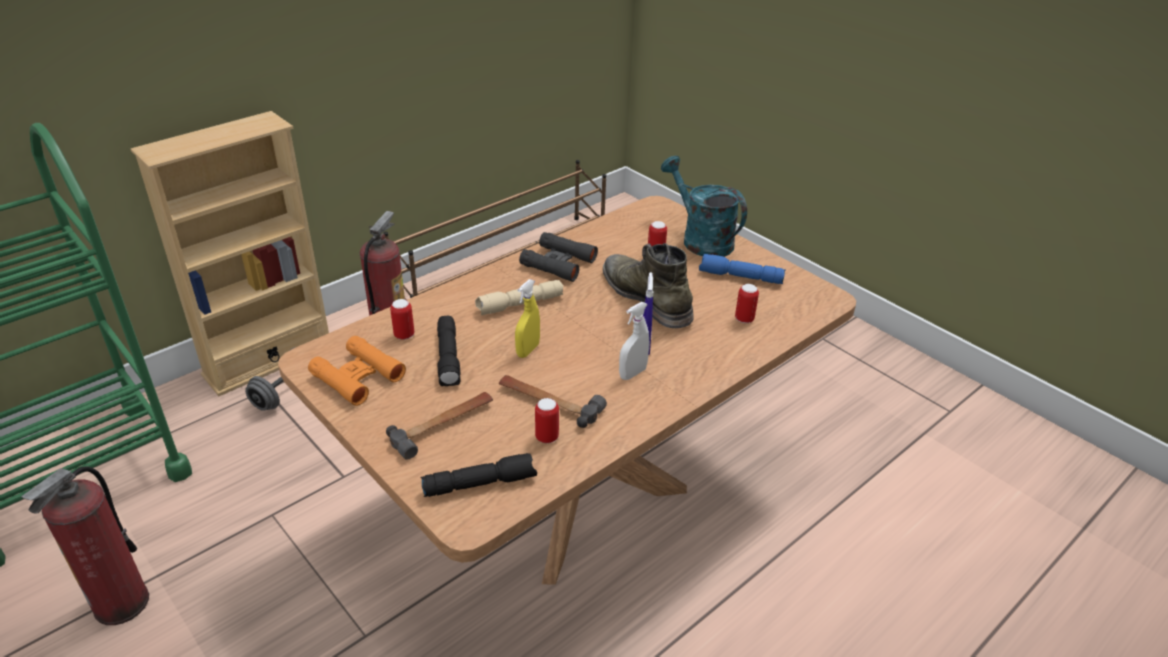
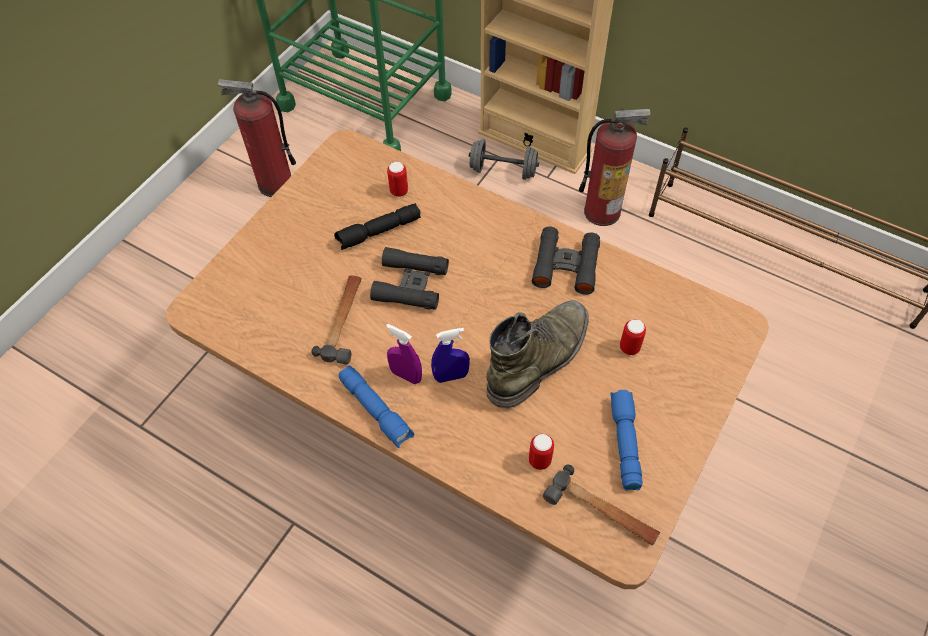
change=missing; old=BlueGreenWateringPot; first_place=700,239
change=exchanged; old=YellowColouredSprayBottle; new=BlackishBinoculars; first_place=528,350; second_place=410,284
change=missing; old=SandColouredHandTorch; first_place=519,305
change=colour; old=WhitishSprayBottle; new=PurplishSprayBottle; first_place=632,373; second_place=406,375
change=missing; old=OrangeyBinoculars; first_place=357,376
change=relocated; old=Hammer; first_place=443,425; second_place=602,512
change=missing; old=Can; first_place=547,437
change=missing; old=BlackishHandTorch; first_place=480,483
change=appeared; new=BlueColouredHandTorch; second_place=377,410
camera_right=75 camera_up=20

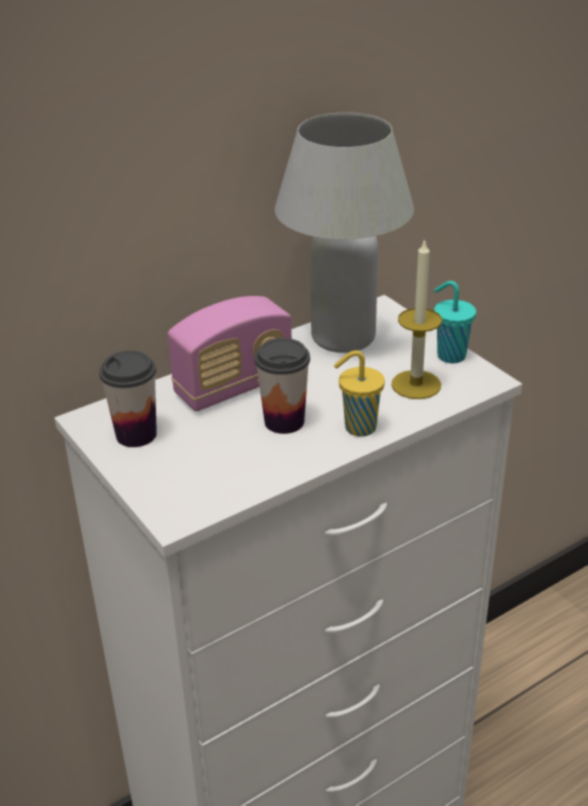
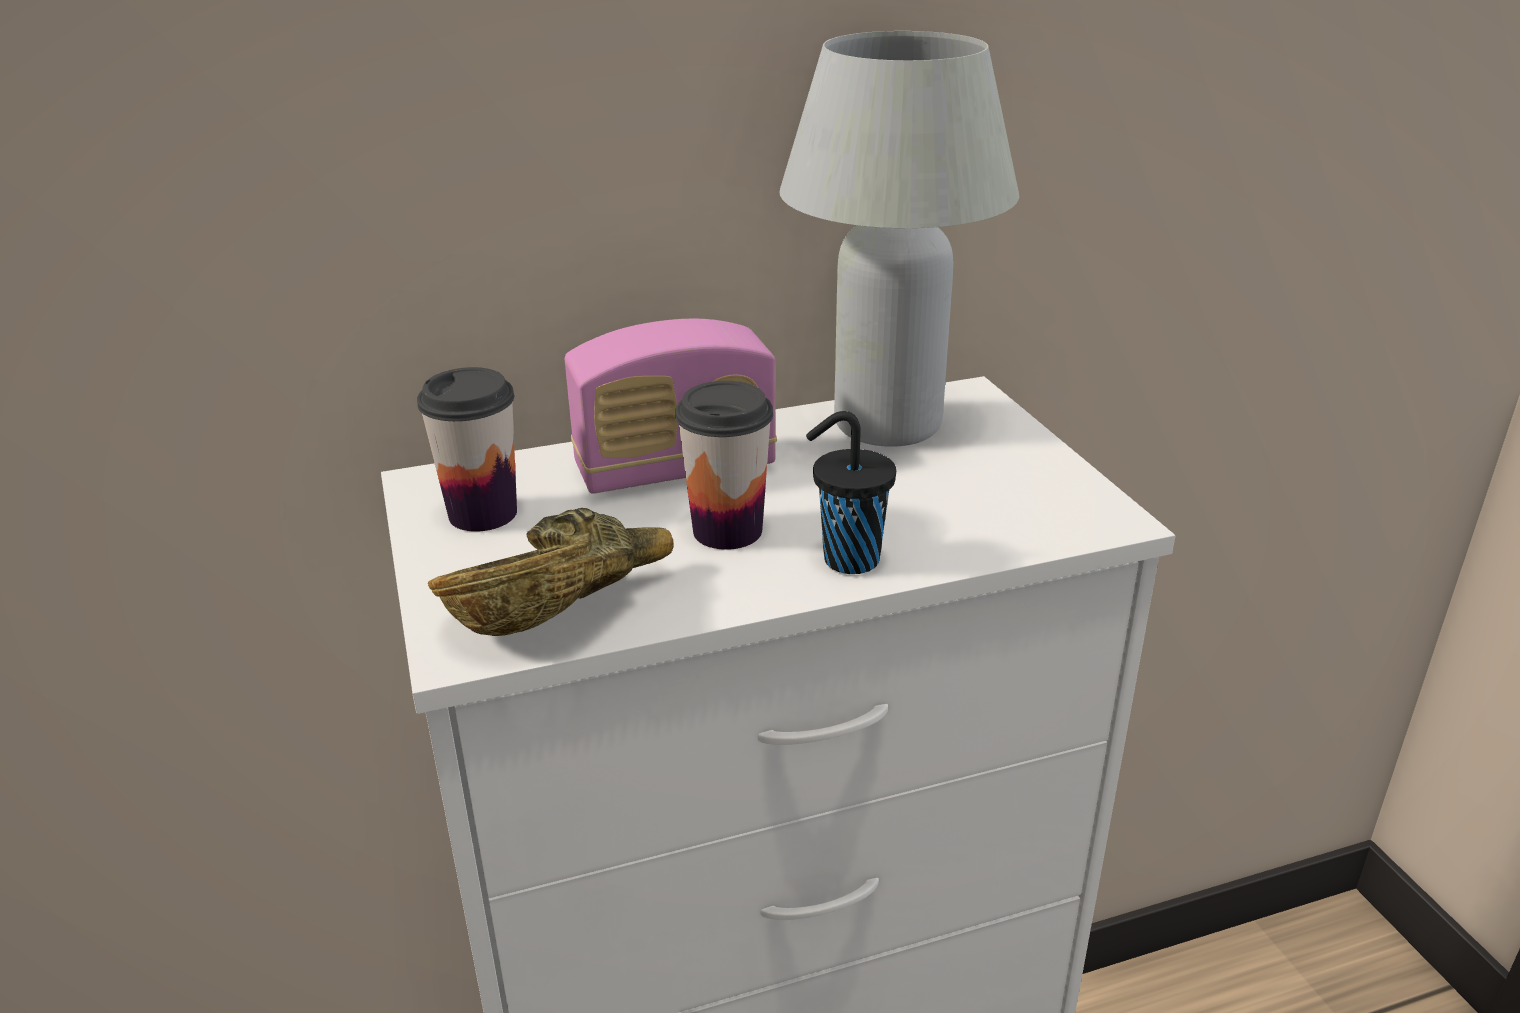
change=missing; old=WaxCandle; first_place=416,384
change=missing; old=BlueGreenCup; first_place=449,355
change=colour; old=YellowColouredCup; new=BlackishCup; first_place=358,428; second_place=847,559
change=appeared; new=BrownColouredDeepDish; second_place=561,606
camera_right=15 camera_up=-5

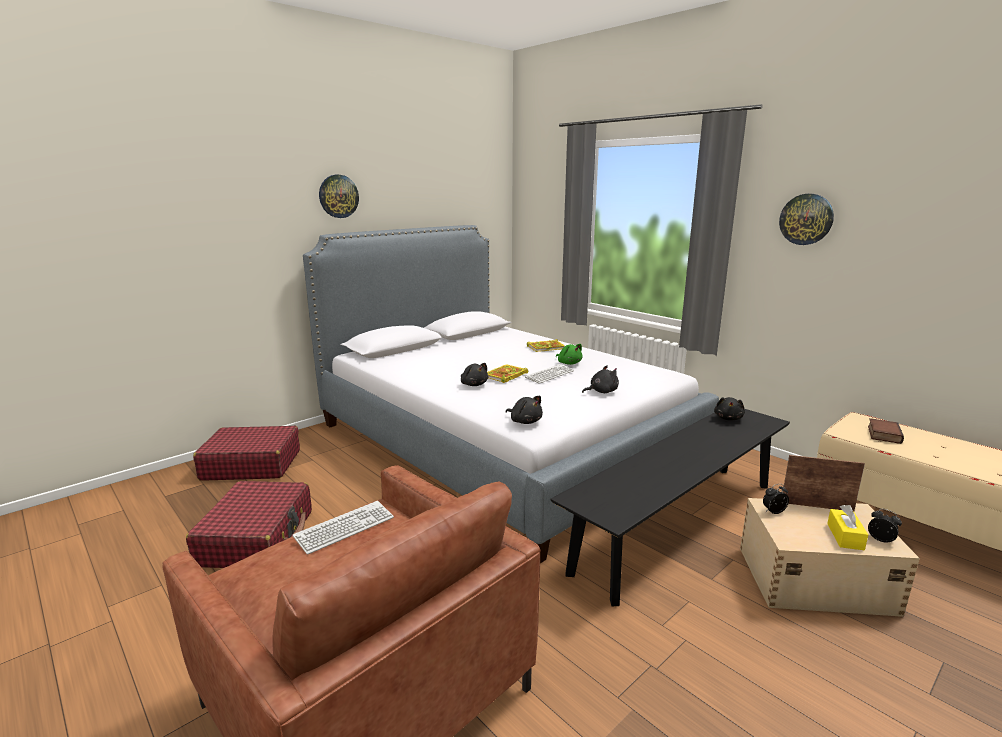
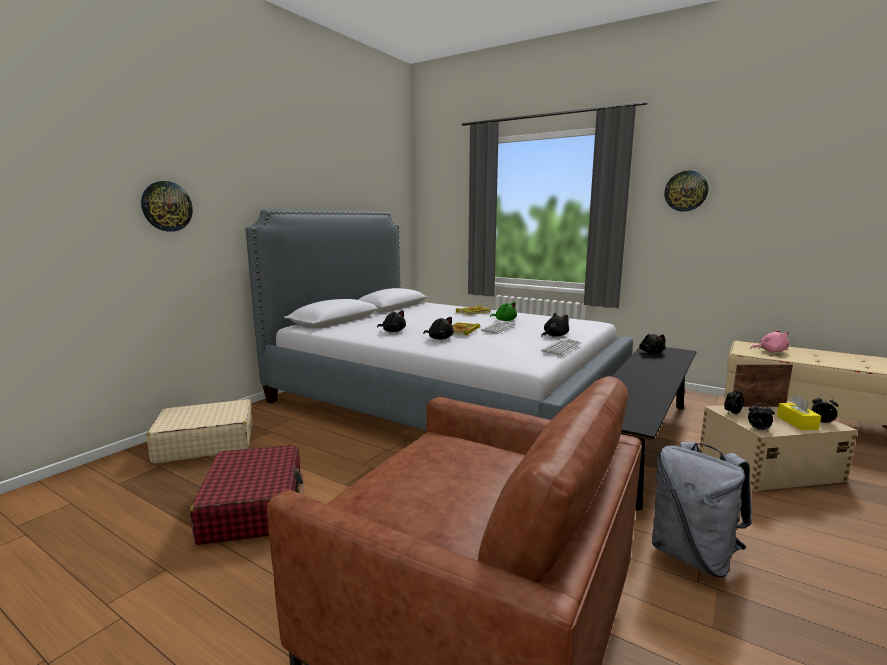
change=relocated; old=HangingClock; first_place=338,196; second_place=166,206
change=relocated; old=BlackishSoftToy; first_place=525,421; second_place=393,331
change=exchanged; old=Book; new=PinkishSoftToy; first_place=882,434; second_place=770,351
change=colour; old=ReddishPieceOfLuggage; new=SandColouredPieceOfLuggage; first_place=251,465; second_place=205,443
change=relocated; old=Keyboard; first_place=345,528; second_place=561,347
change=appeared; new=BedsideClock; second_place=758,430
change=appeared; new=GreyishKnapsack; second_place=693,556
camera_right=-15 camera_up=-5

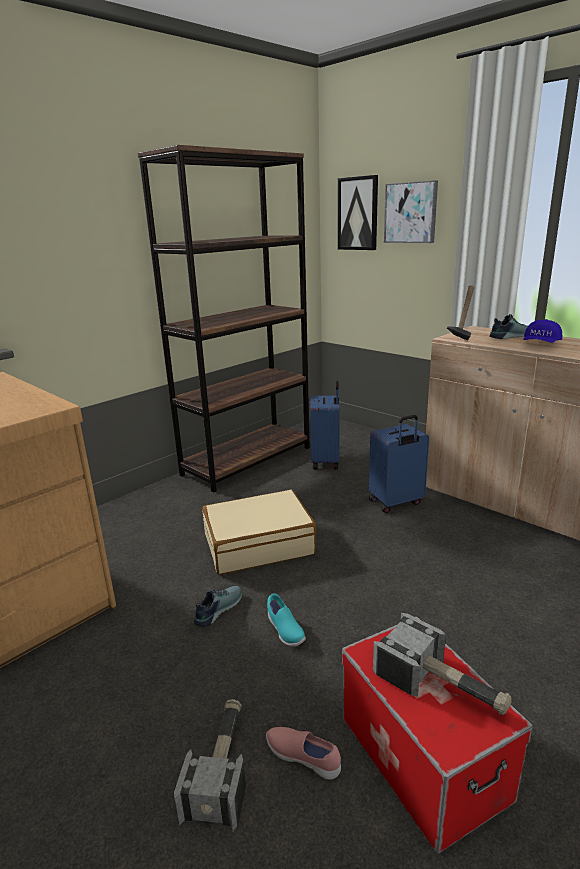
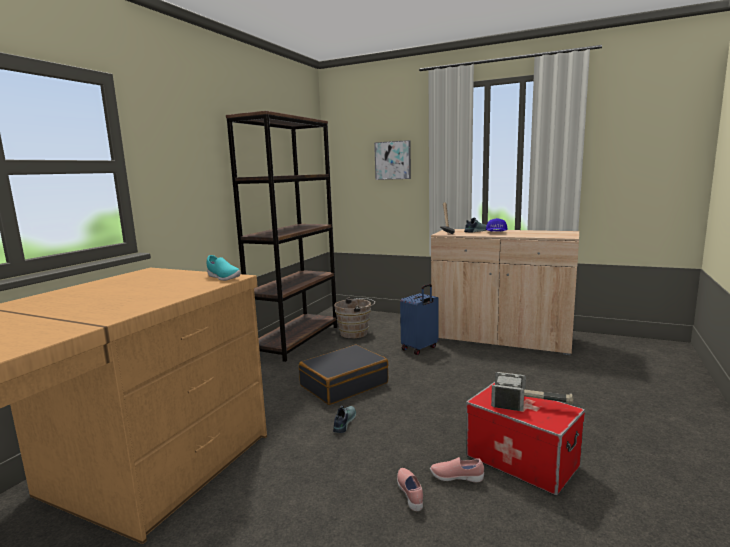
change=missing; old=WallPicture; first_place=358,214
change=exchanged; old=BlueColouredPieceOfLuggage; new=BrownColouredPail; first_place=327,462; second_place=356,333
change=colour; old=SandColouredPieceOfLuggage; new=BlackishPieceOfLuggage; first_place=258,544; second_place=344,384
change=relocated; old=BlueGreenItemOfFootwear; first_place=284,630; second_place=223,278
change=exchanged; old=Hammer; new=PinkishItemOfFootwear; first_place=222,766; second_place=411,494
camera_right=-20 camera_up=-10

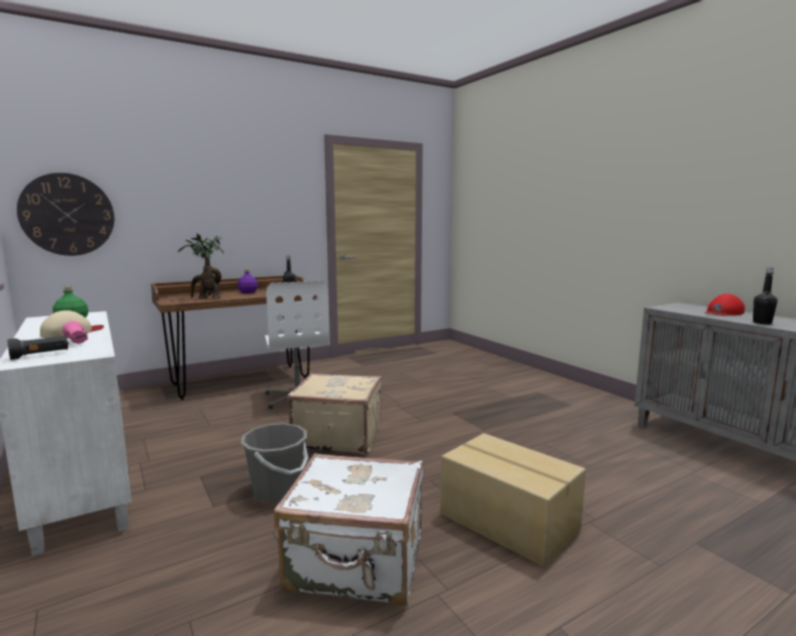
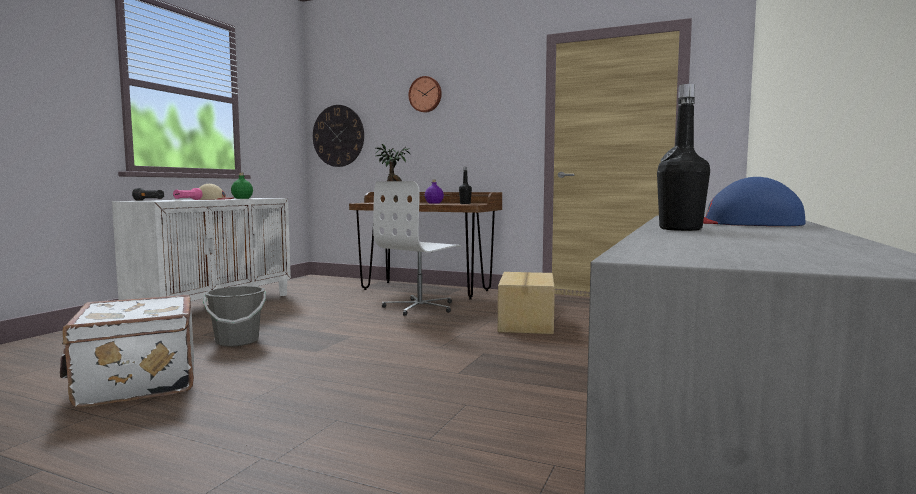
change=colour; old=ReddishBaseballCap; new=BlueColouredBaseballCap; first_place=723,312; second_place=741,223
change=missing; old=SandColouredPieceOfLuggage; first_place=338,436
change=relocated; old=CardboardBox; first_place=508,522; second_place=525,322
change=appeared; new=HangingClock; second_place=425,94
camera_right=55 camera_up=-5

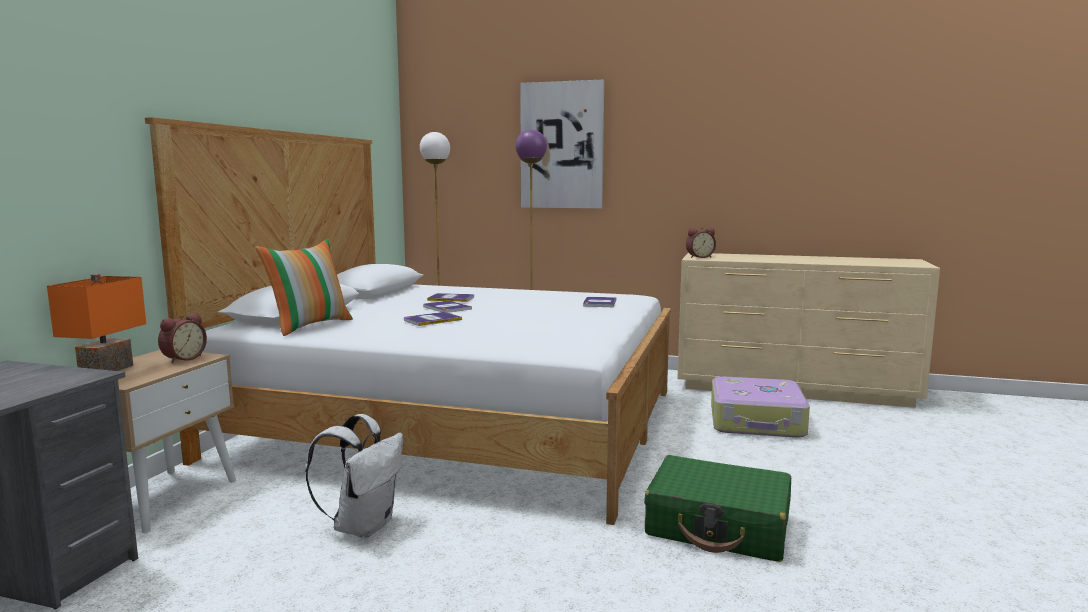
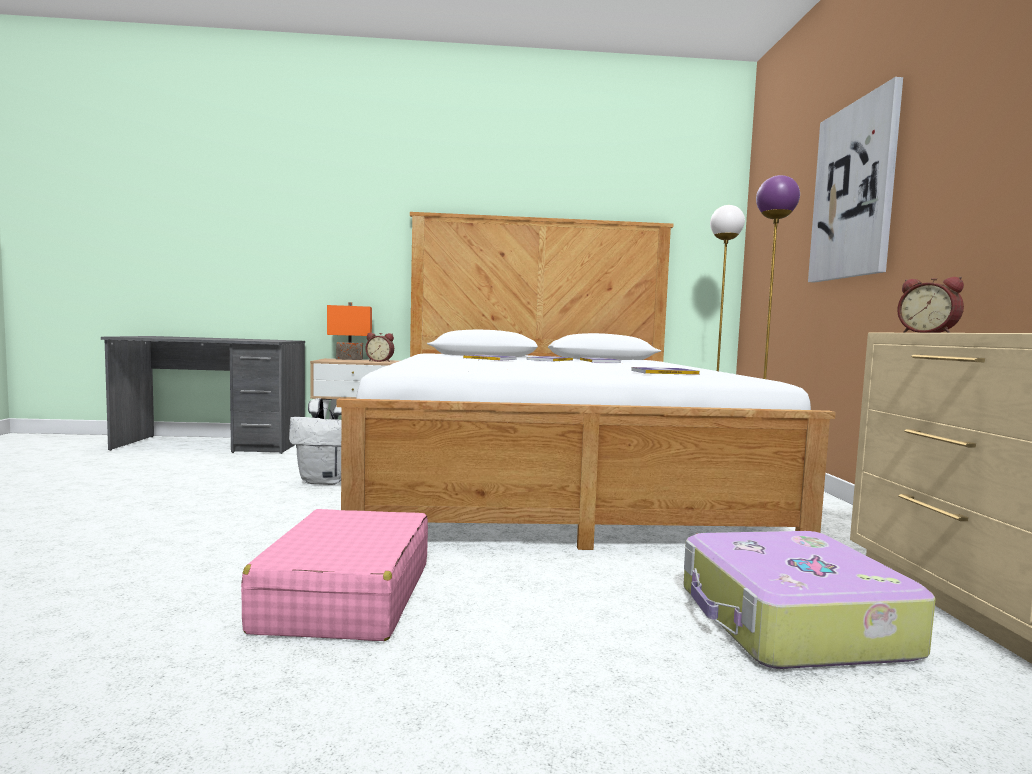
change=missing; old=ThrowPillow; first_place=309,326
change=colour; old=GreenishPieceOfLuggage; new=PinkishPieceOfLuggage; first_place=719,526; second_place=345,597
camera_right=70 camera_up=-5

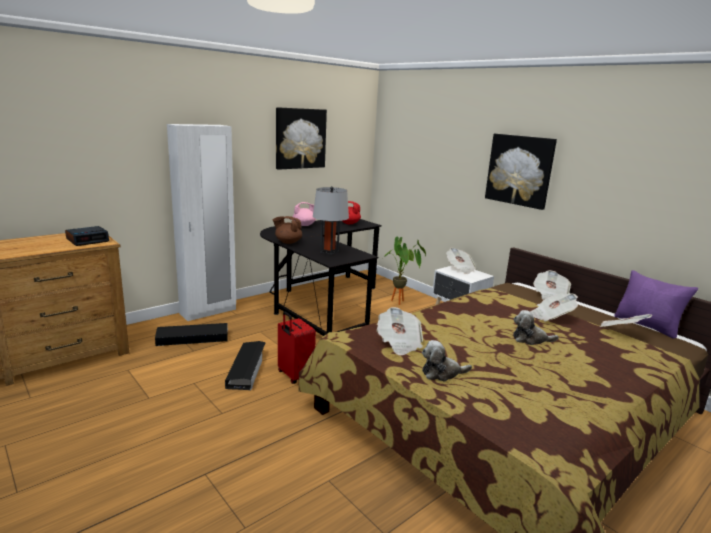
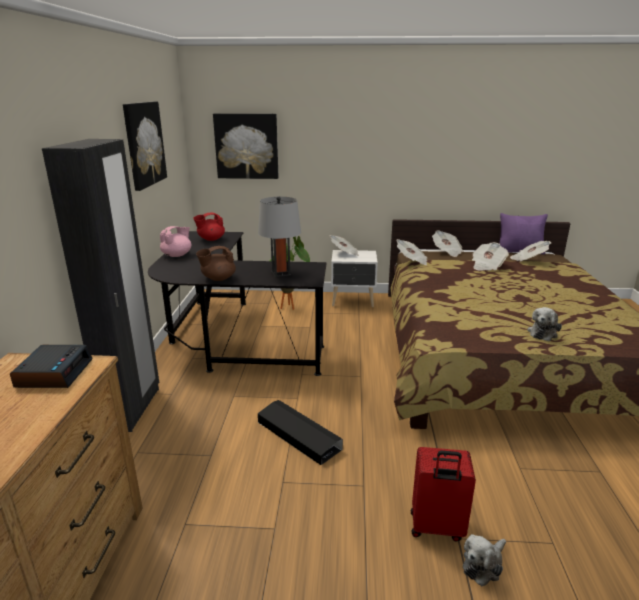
change=colour; old=WhitishWardrobe; new=BlackishWardrobe; first_place=208,312; second_place=133,408
change=relocated; old=WallPicture; first_place=519,170; second_place=246,146
change=relocated; old=Newspaper; first_place=399,343; second_place=412,261
change=relocated; old=SoftToy; first_place=530,339; second_place=483,565
change=relocated; old=ReddishPieceOfLuggage; first_place=294,375; second_place=436,528
change=missing; old=BlackishStorageBin; first_place=192,338
camera_right=-45 camera_up=5

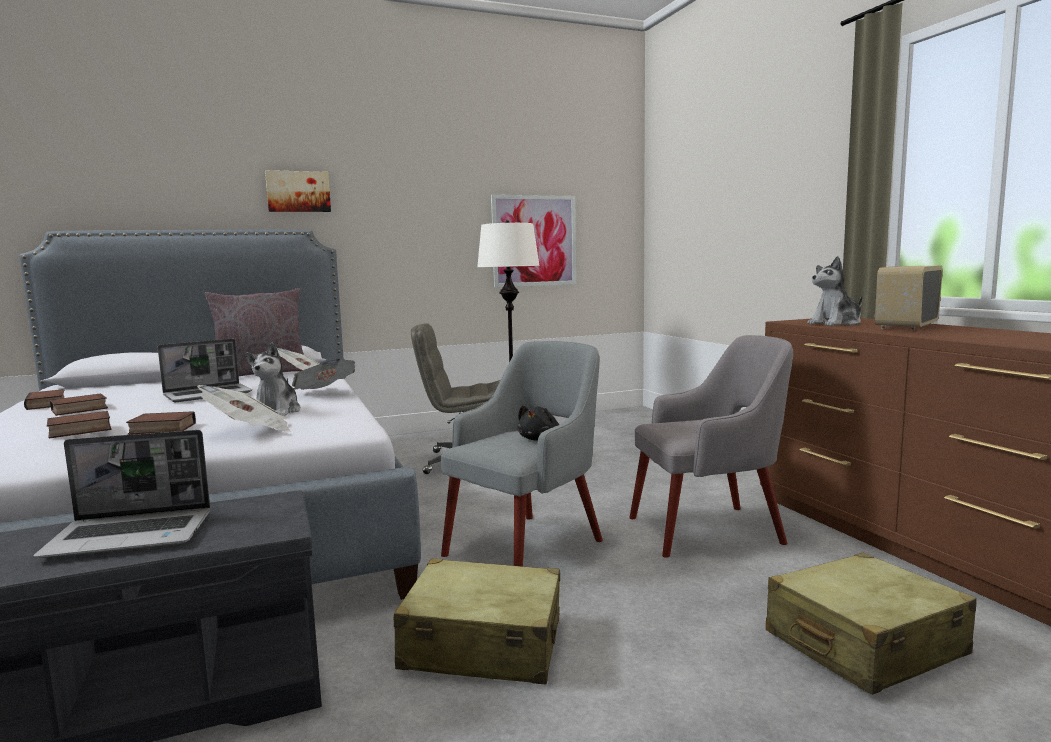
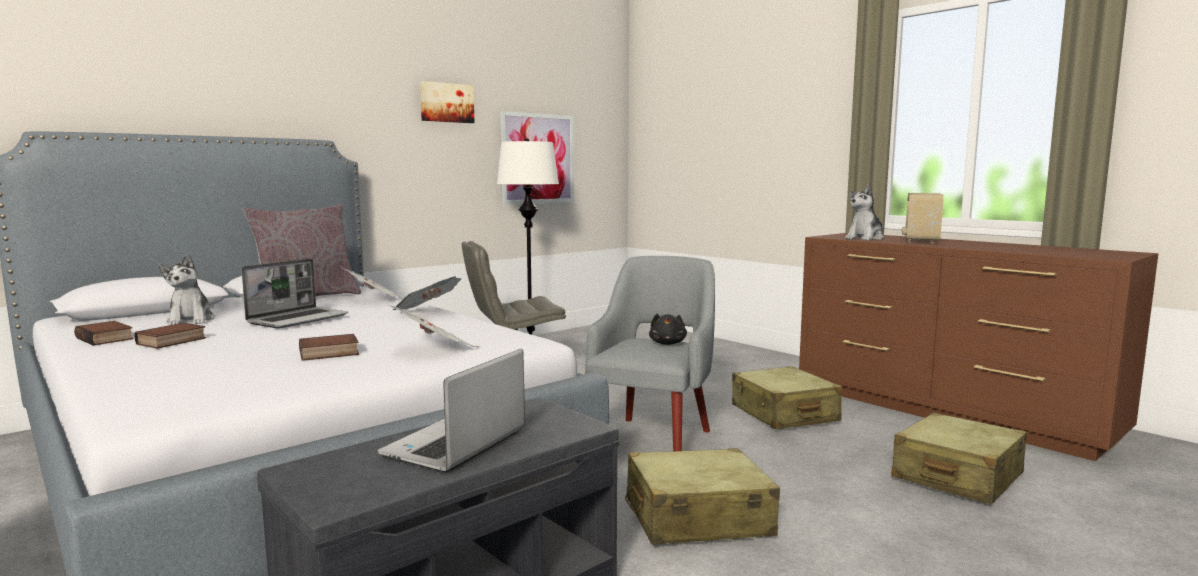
change=relocated; old=WallPicture; first_place=298,191; second_place=446,102
change=exchanged; old=GreyishEasyChair; new=SandColouredPieceOfLuggage; first_place=709,530; second_place=784,414
change=relocated; old=SoftToy; first_place=277,412; second_place=191,320
change=missing; old=Book; first_place=79,431
change=spun; old=PortableComputer; first_place=133,535; second_place=455,445; degrees=150
camera_right=-20 camera_up=0

